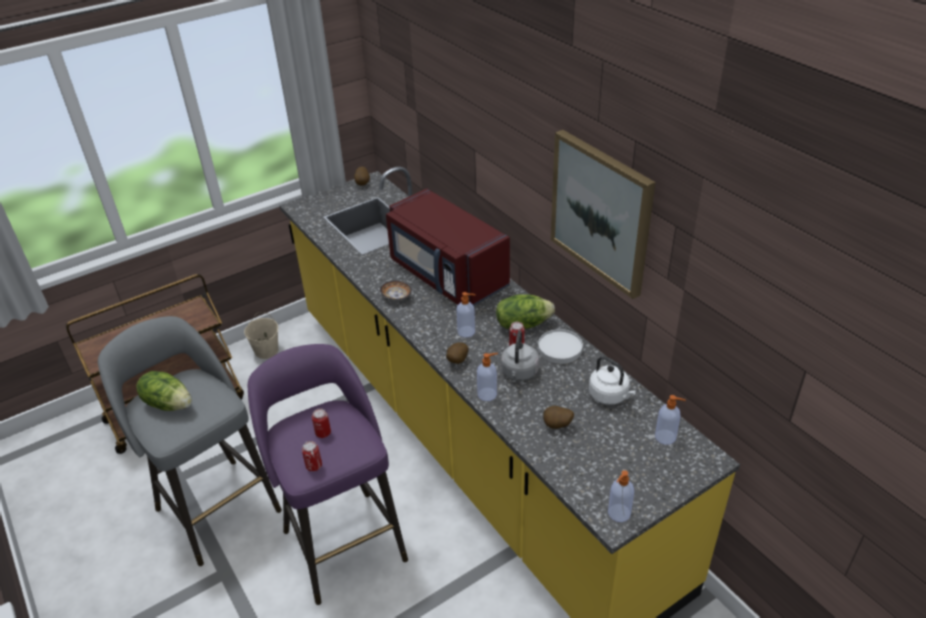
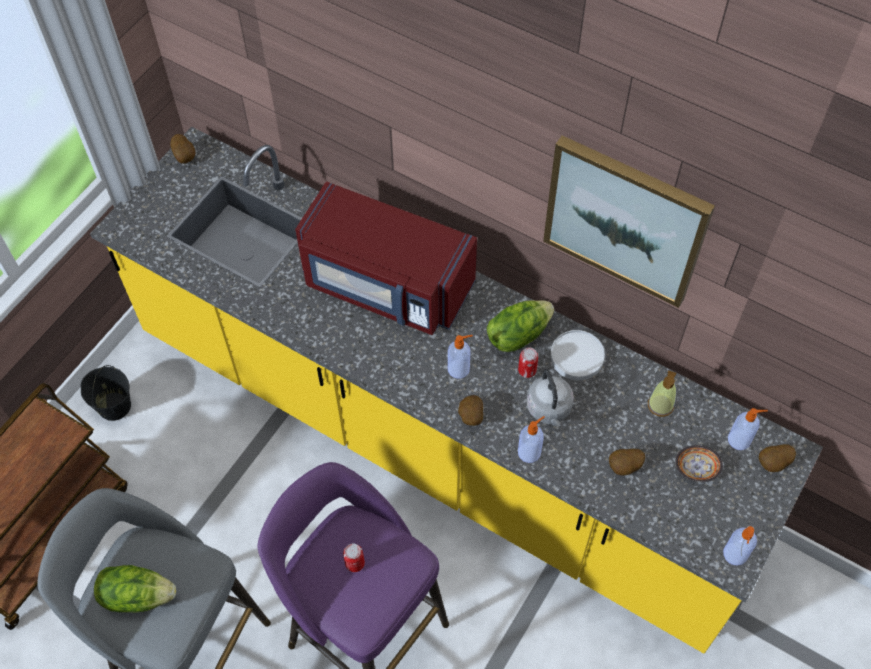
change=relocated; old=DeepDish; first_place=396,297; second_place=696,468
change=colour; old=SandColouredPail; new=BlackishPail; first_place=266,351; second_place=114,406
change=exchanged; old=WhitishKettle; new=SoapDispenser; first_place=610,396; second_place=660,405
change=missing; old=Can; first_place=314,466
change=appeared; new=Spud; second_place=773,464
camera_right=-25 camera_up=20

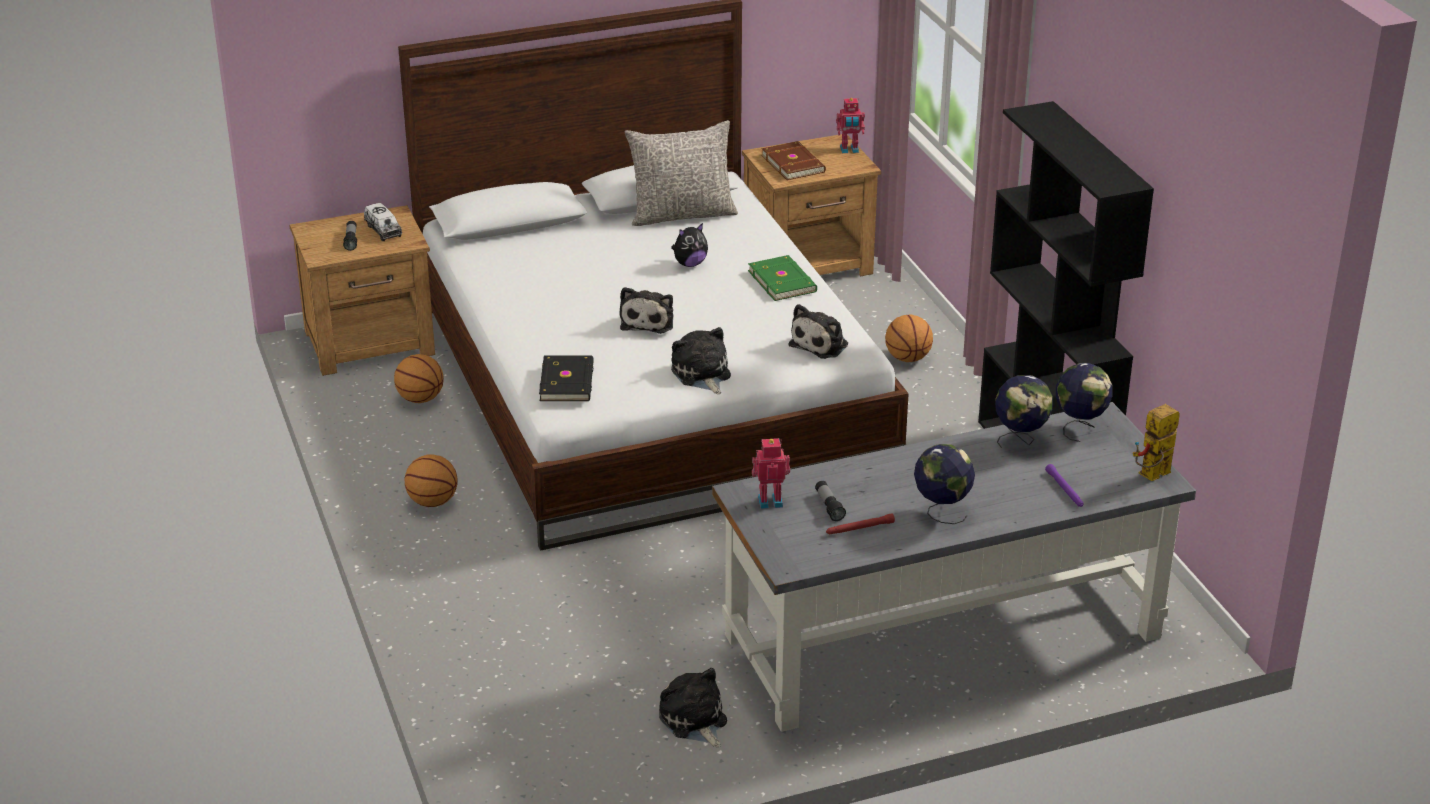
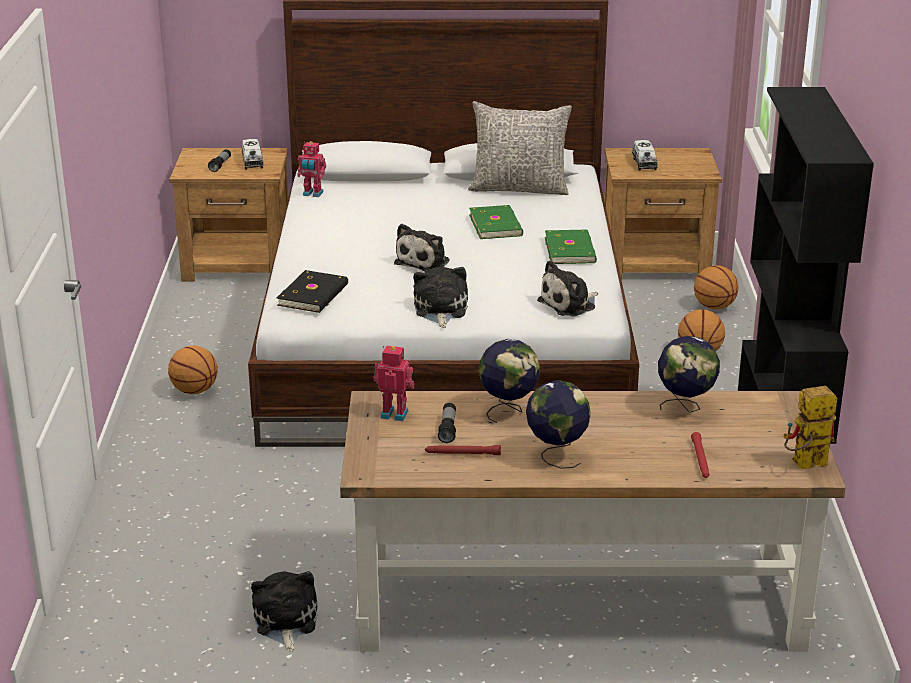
change=relocated; old=ToyRobot; first_place=849,150; second_place=312,194
change=exchanged; old=BrownColouredBook; new=ToyLorry; first_place=794,163; second_place=644,163
change=exchanged; old=SoftToy; new=GreenishBook; first_place=690,264; second_place=496,225
change=relocated; old=BasketballBall; first_place=420,399; second_place=713,307
change=relocated; old=Globe; first_place=1080,428; second_place=508,410
change=colour; old=GreyishDeskUnit; new=BrownColouredDeskUnit; first_place=941,637; second_place=576,600
change=colour; old=PurplishHandTorch; new=ReddishHandTorch; first_place=1065,490; second_place=700,460
camera_right=20 camera_up=-5

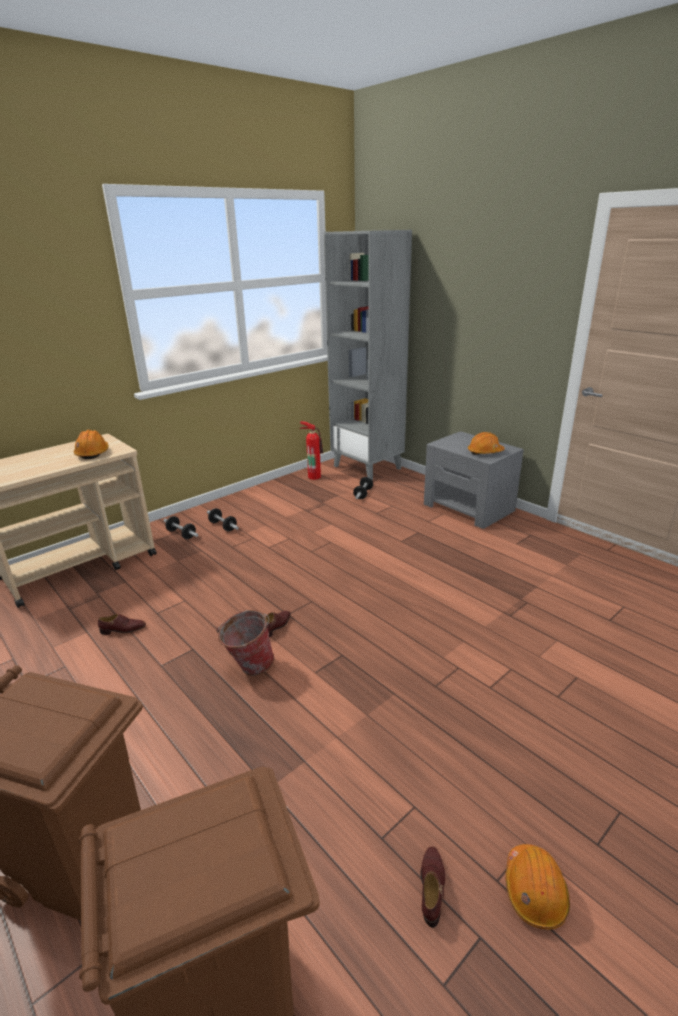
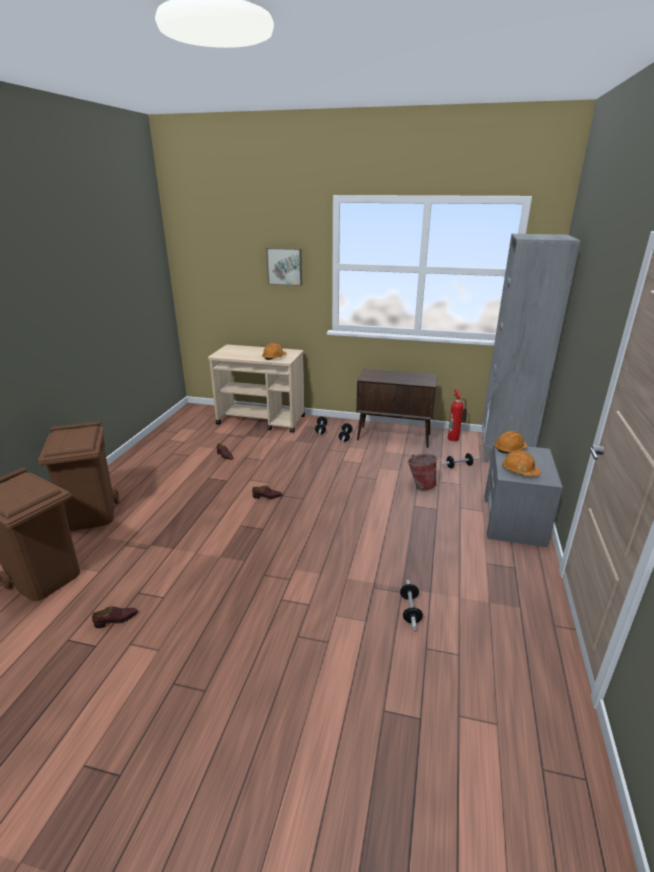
change=relocated; old=Pail; first_place=248,667; second_place=420,485
change=relocated; old=OrangeyWorkHelmet; first_place=534,891; second_place=510,449
change=appeared; new=WallPicture; second_place=285,266
change=appeared; new=BrownColouredCabinet; second_place=394,437
change=appeared; new=HandWeight; second_place=410,610
camera_right=55 camera_up=0

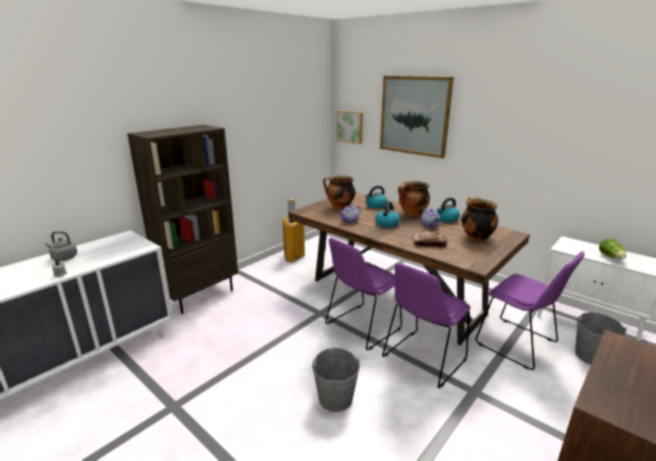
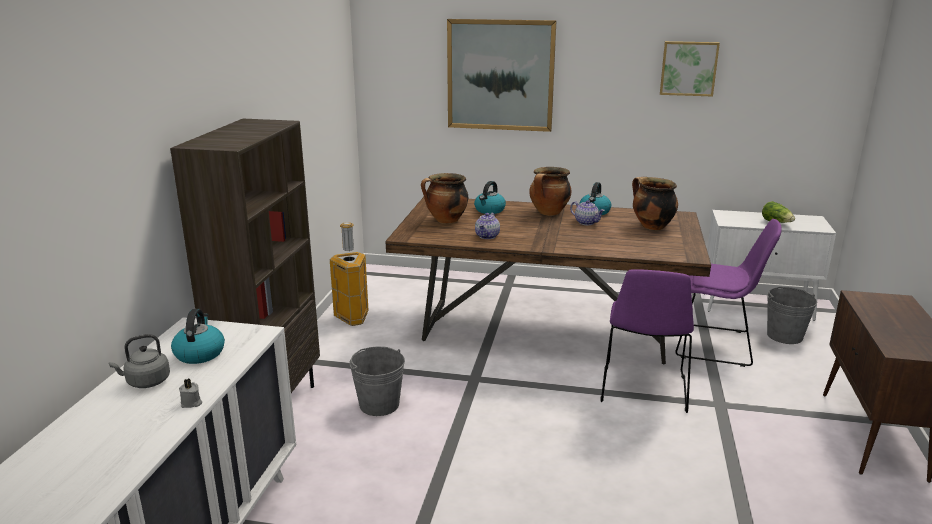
change=relocated; old=WallPicture; first_place=350,126; second_place=688,68
change=relocated; old=Kettle; first_place=387,223; second_place=199,353
change=missing; old=BakeryBread; first_place=429,243
change=missing; old=PurplishPlainChair; first_place=361,327
change=relocated; old=GreyishPail; first_place=335,398; second_place=379,404
camera_right=-30 camera_up=0

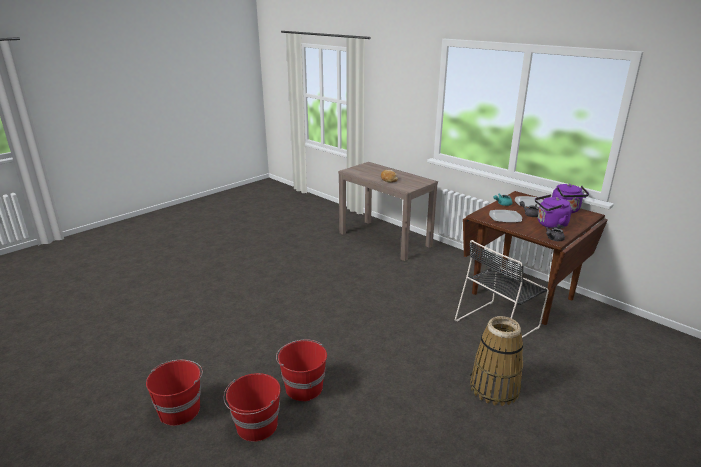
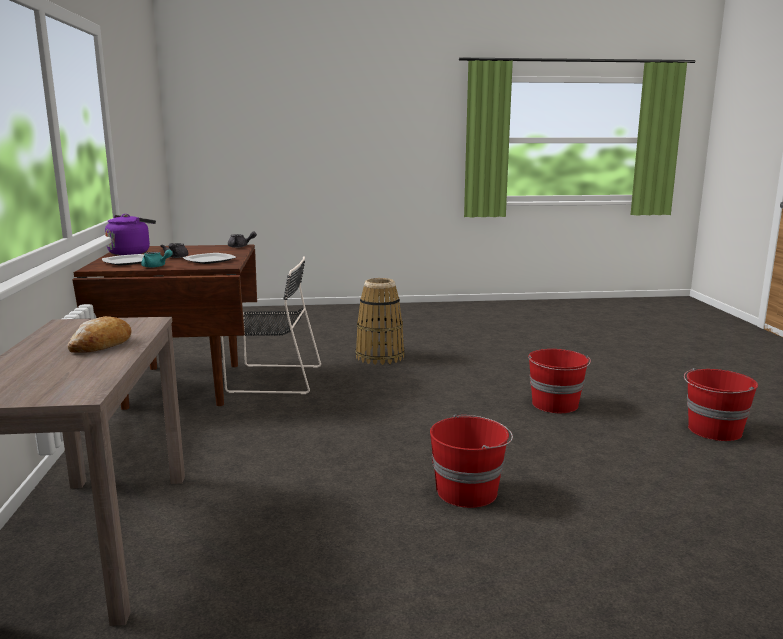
change=missing; old=PurplishKettle; first_place=550,225
change=relocated; old=ReddishPail; first_place=256,426; second_place=468,491
camera_right=-140 camera_up=-10

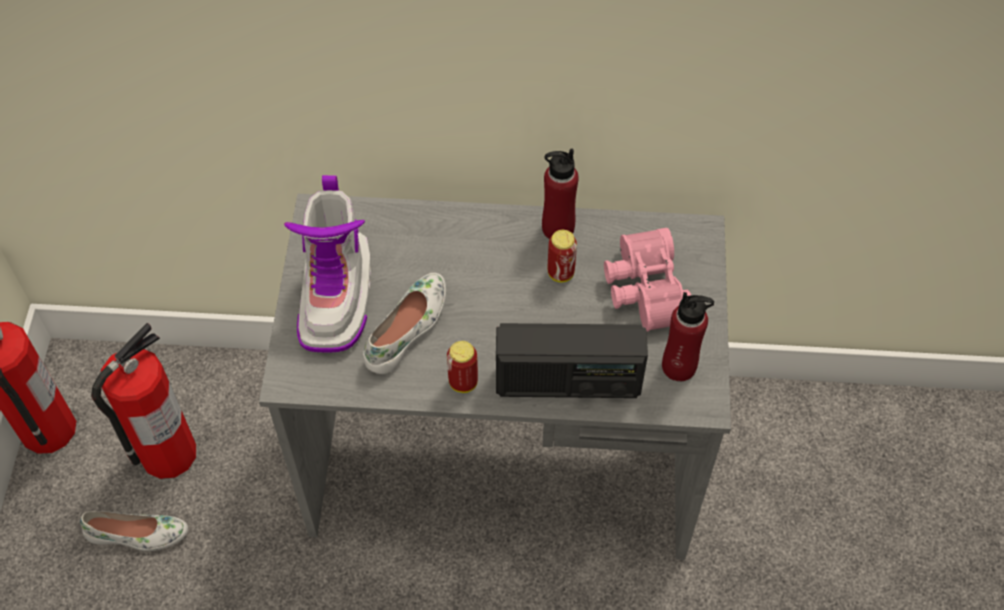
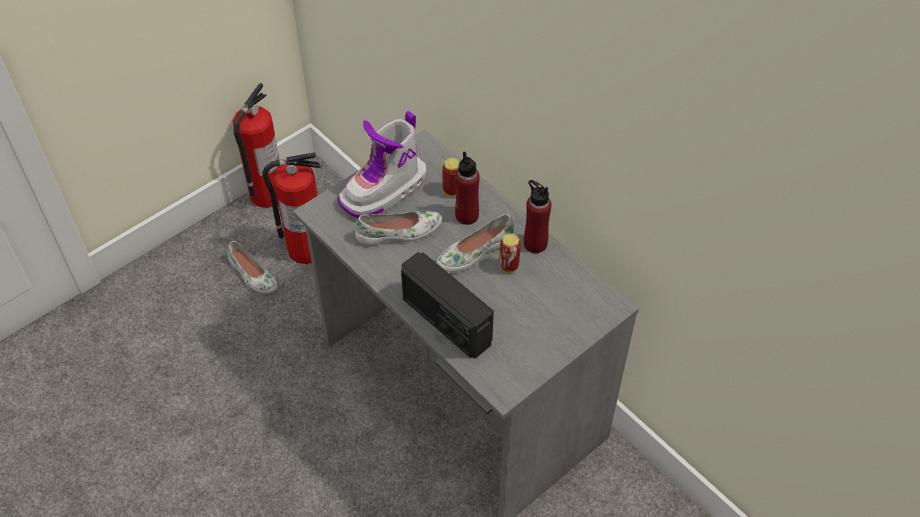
change=missing; old=PinkishBinoculars; first_place=643,290
change=relocated; old=ReddishBeverageBottle; first_place=679,366; second_place=467,216
change=relocated; old=Can; first_place=463,382; second_place=452,191
change=appeared; new=WhitishItemOfFootwear; second_place=474,251
camera_right=45 camera_up=-5

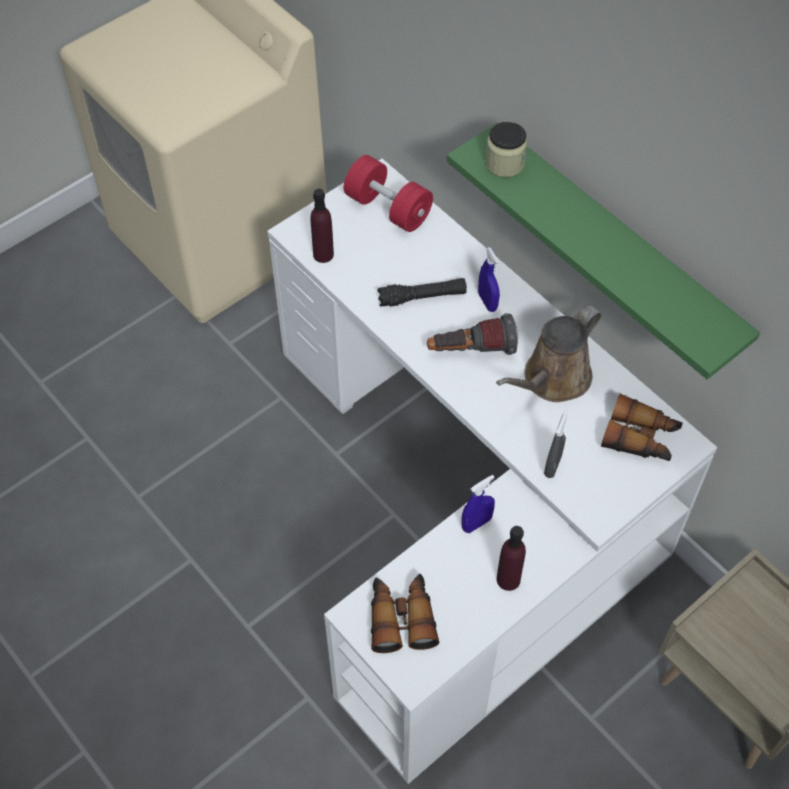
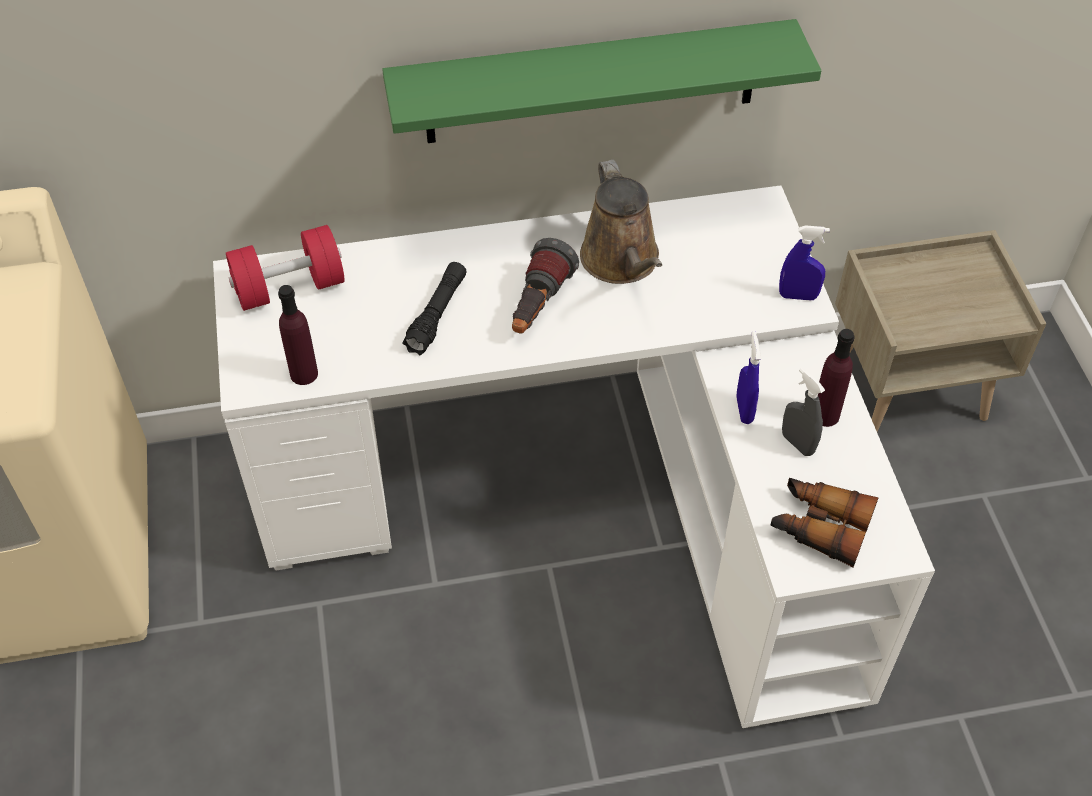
change=missing; old=Jar; first_place=504,163
change=relocated; old=BlueColouredSprayBottle; first_place=487,302; second_place=798,296
change=missing; old=Binoculars; first_place=641,438
change=relocated; old=GreyishSprayBottle; first_place=552,465; second_place=797,443
camera_right=-60 camera_up=-5

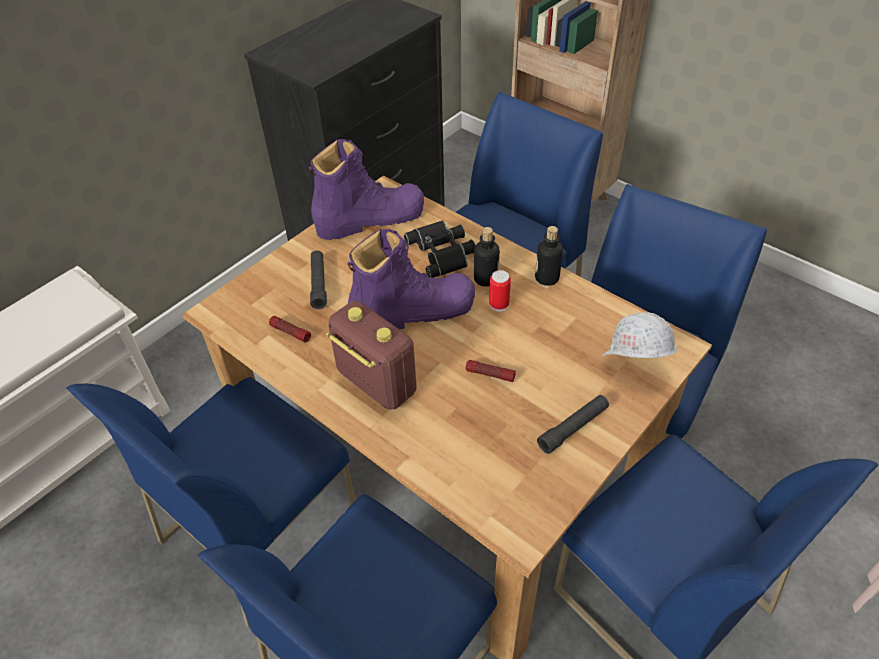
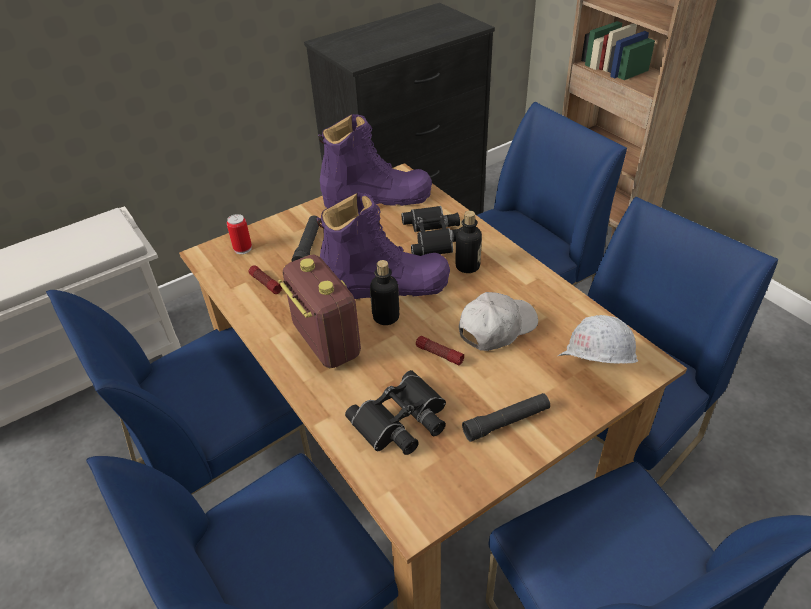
change=relocated; old=BeverageBottle; first_place=547,278; second_place=386,317
change=relocated; old=Can; first_place=499,304; second_place=242,248
change=appeared; new=WhitishBaseballCap; second_place=496,328
change=appeared; new=BlackishBinoculars; second_place=402,421
camera_right=15 camera_up=-5

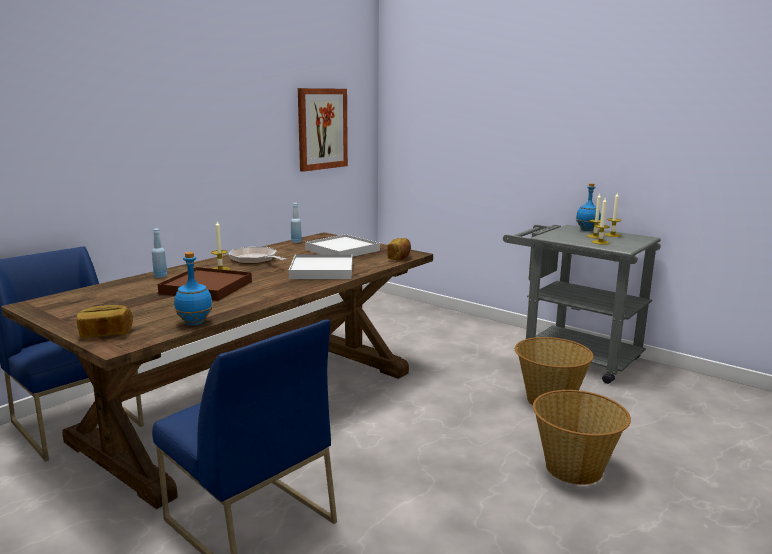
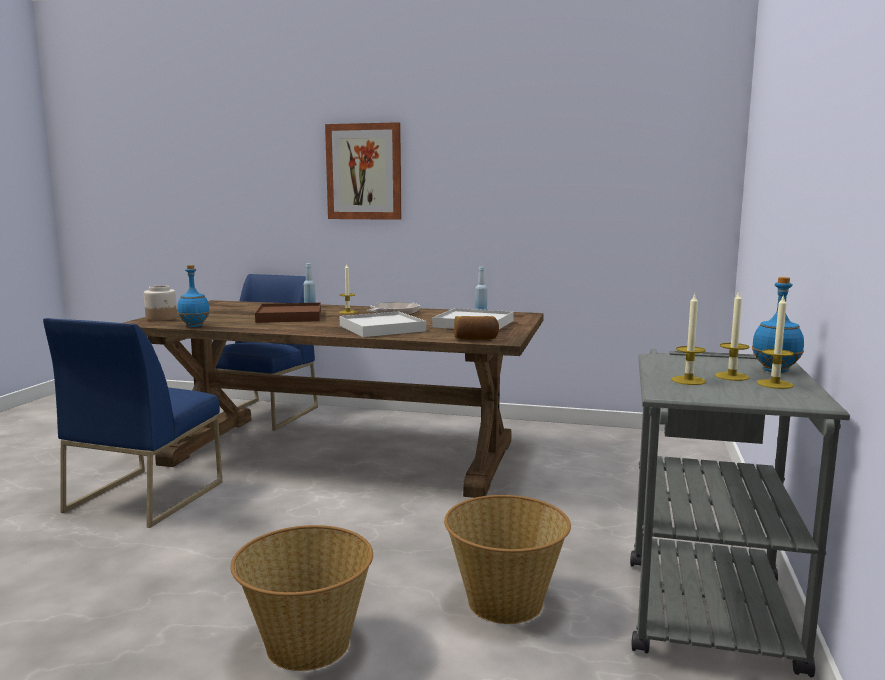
change=relocated; old=WallPicture; first_place=322,129; second_place=364,172
change=exchanged; old=BakeryBread; new=Jar; first_place=106,333; second_place=162,318
camera_right=65 camera_up=-5

